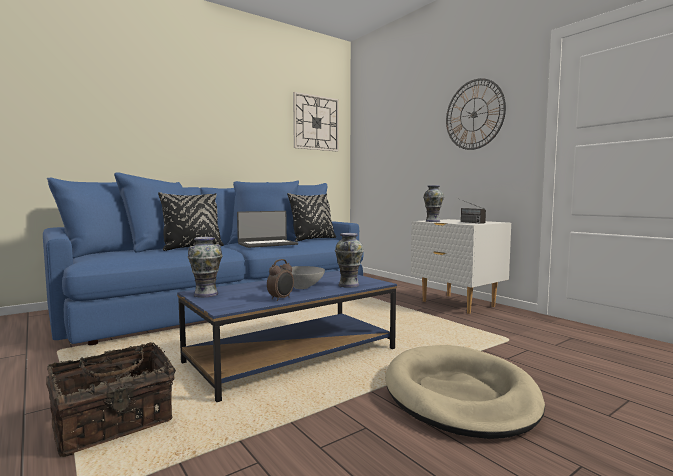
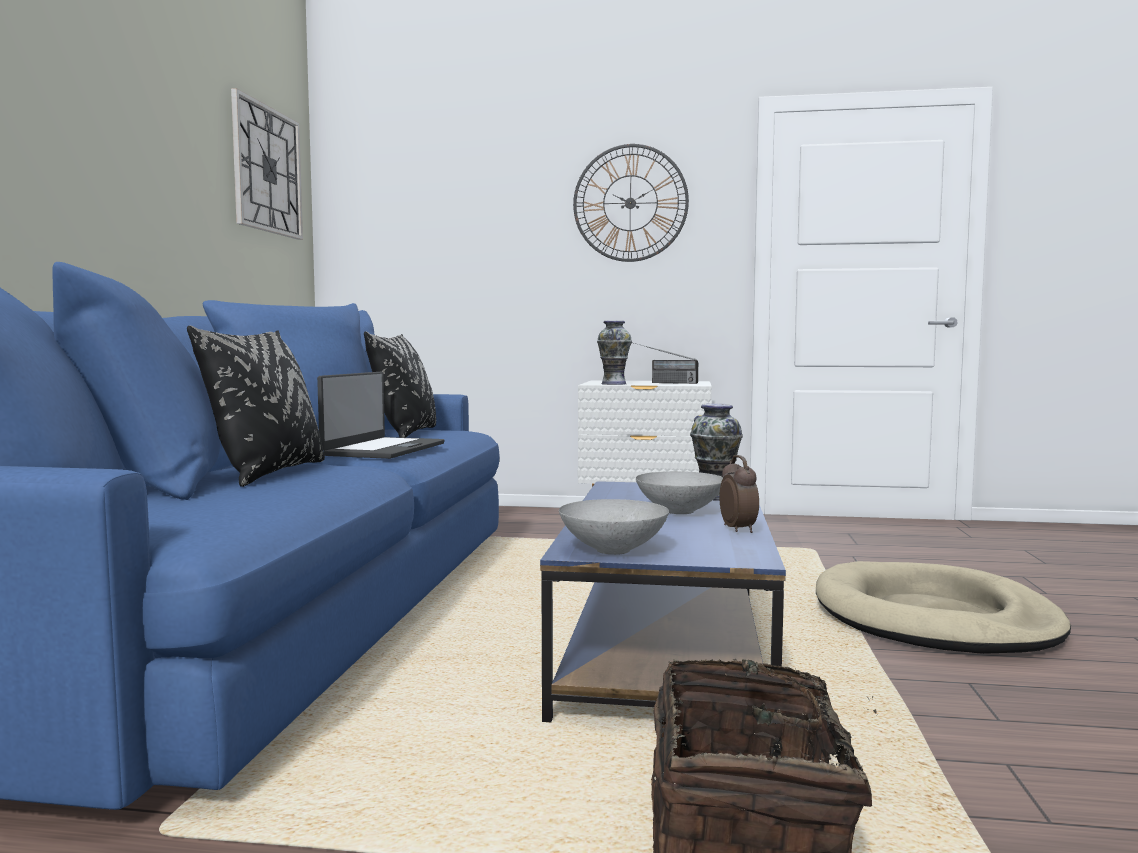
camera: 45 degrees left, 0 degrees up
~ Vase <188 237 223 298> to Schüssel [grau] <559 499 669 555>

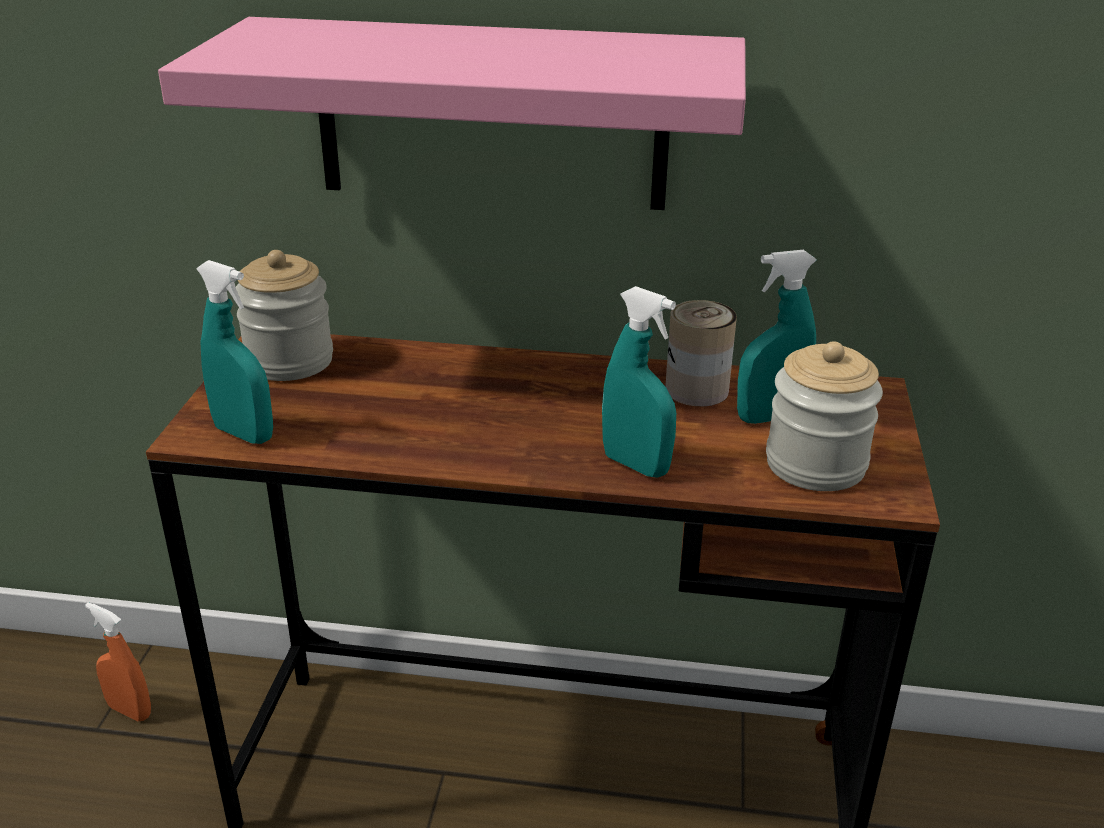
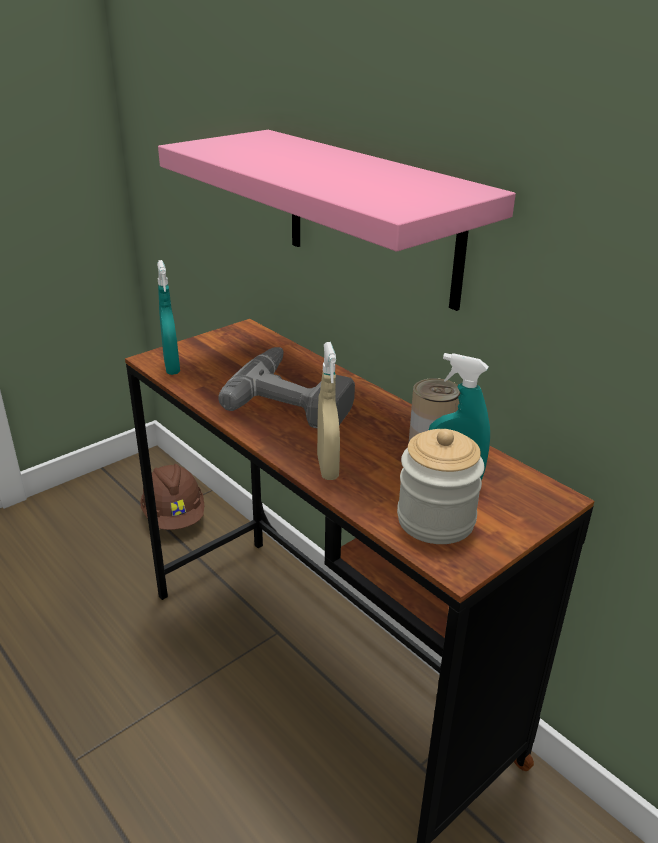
camera: 40 degrees right, 0 degrees up
~ Sprühflasche [orange] <85 602 151 721> to Schutzhelm [braun] <140 464 205 530>
+ Bohrmaschine <218 347 355 429>
~ Sprühflasche [türkis] <602 286 676 478> to Sprühflasche [beige] <317 342 340 480>
- Vorratsglas <236 250 333 381>

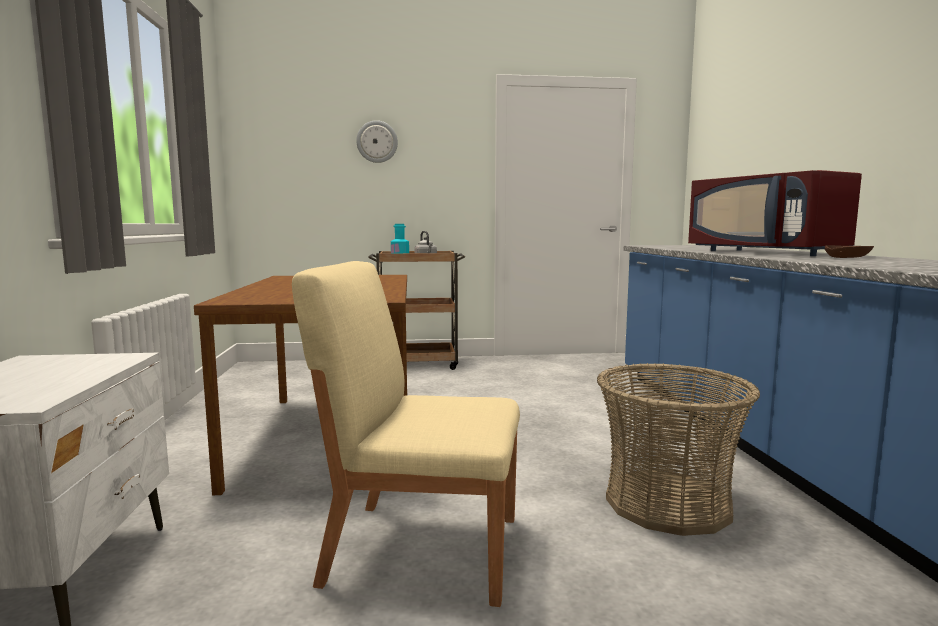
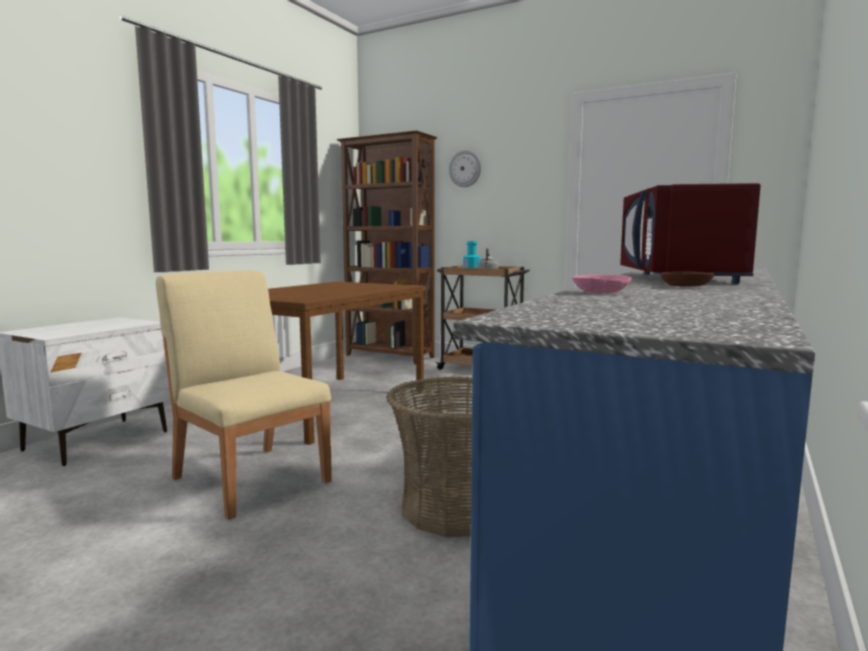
camera: 35 degrees right, 0 degrees up
+ Bücherregal [braun] <337 130 437 364>
+ Schüssel [rosa] <572 274 632 293>

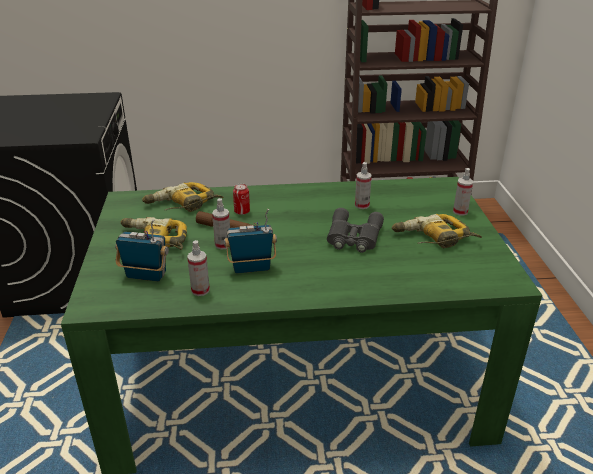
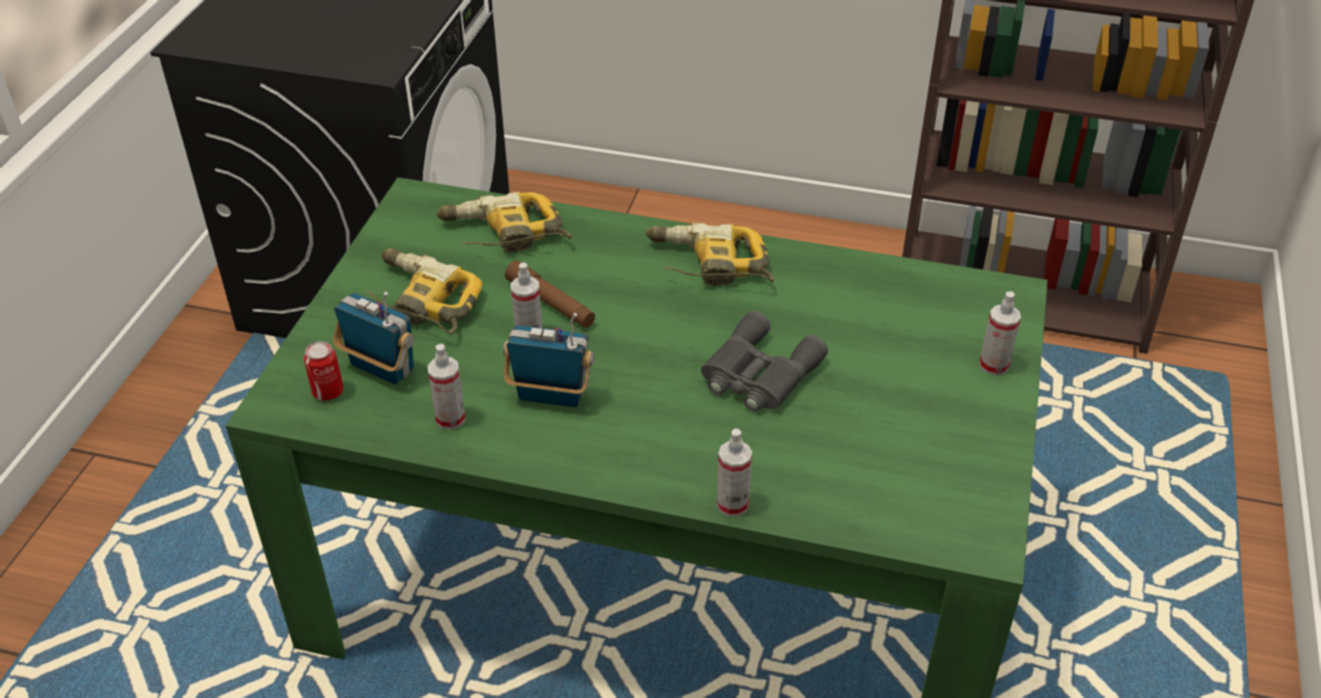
camera: 20 degrees right, 10 degrees up
~ Dose <233 184 250 215> to <304 341 344 401>
~ Bohrmaschine <392 214 482 249> to <646 223 774 286>
~ Sprühflasche <355 162 372 209> to <716 429 752 517>

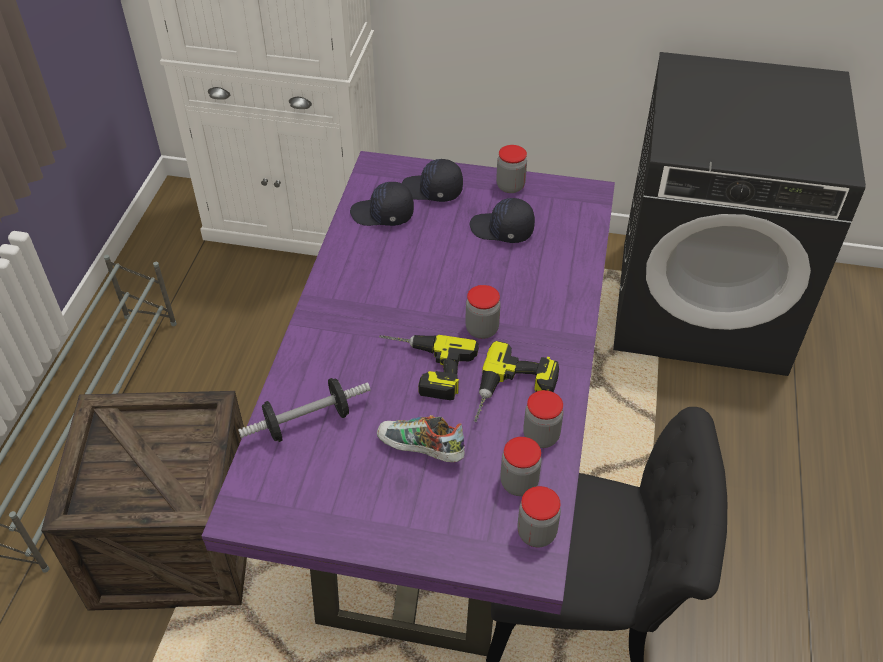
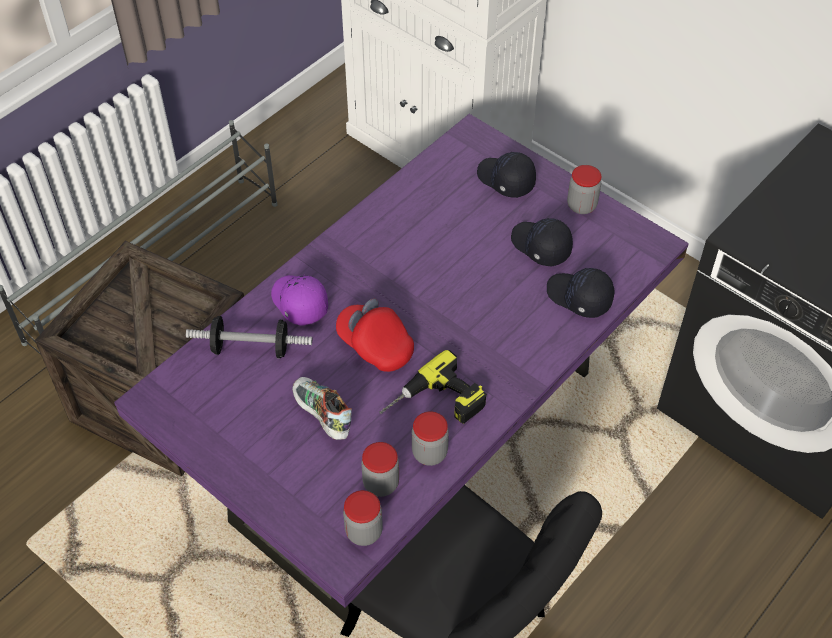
camera: 30 degrees right, 5 degrees up
+ Kappe [lila] <271 275 328 326>
~ Bohrmaschine <379 335 479 400> to Kappe [rot] <336 298 414 372>
~ Kappe [schwarz] <350 182 414 226> to <547 268 614 318>
- Vorratsglas <465 285 501 339>

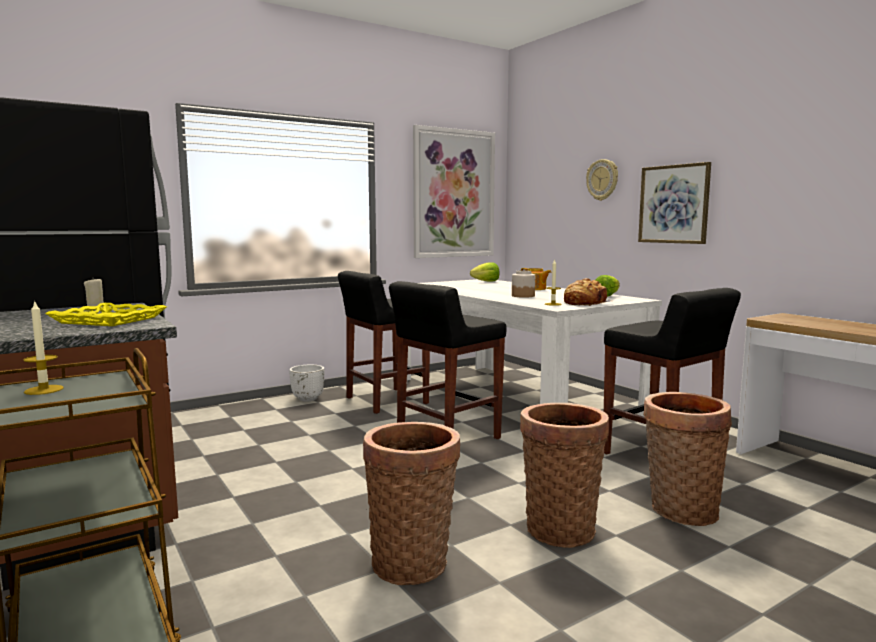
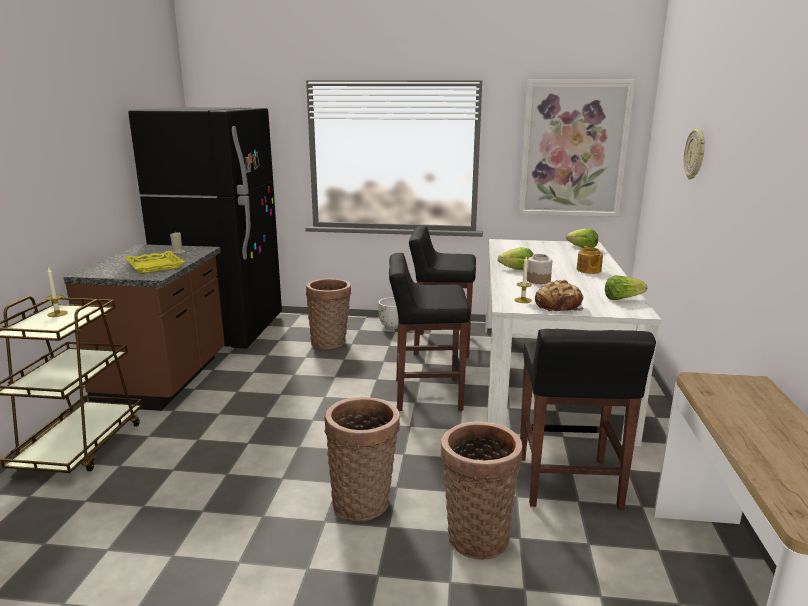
camera: 40 degrees right, 10 degrees up
~ Korb <363 422 460 585> to <306 279 351 349>
+ Salatkopf <498 248 534 270>
- Bild <638 162 711 244>

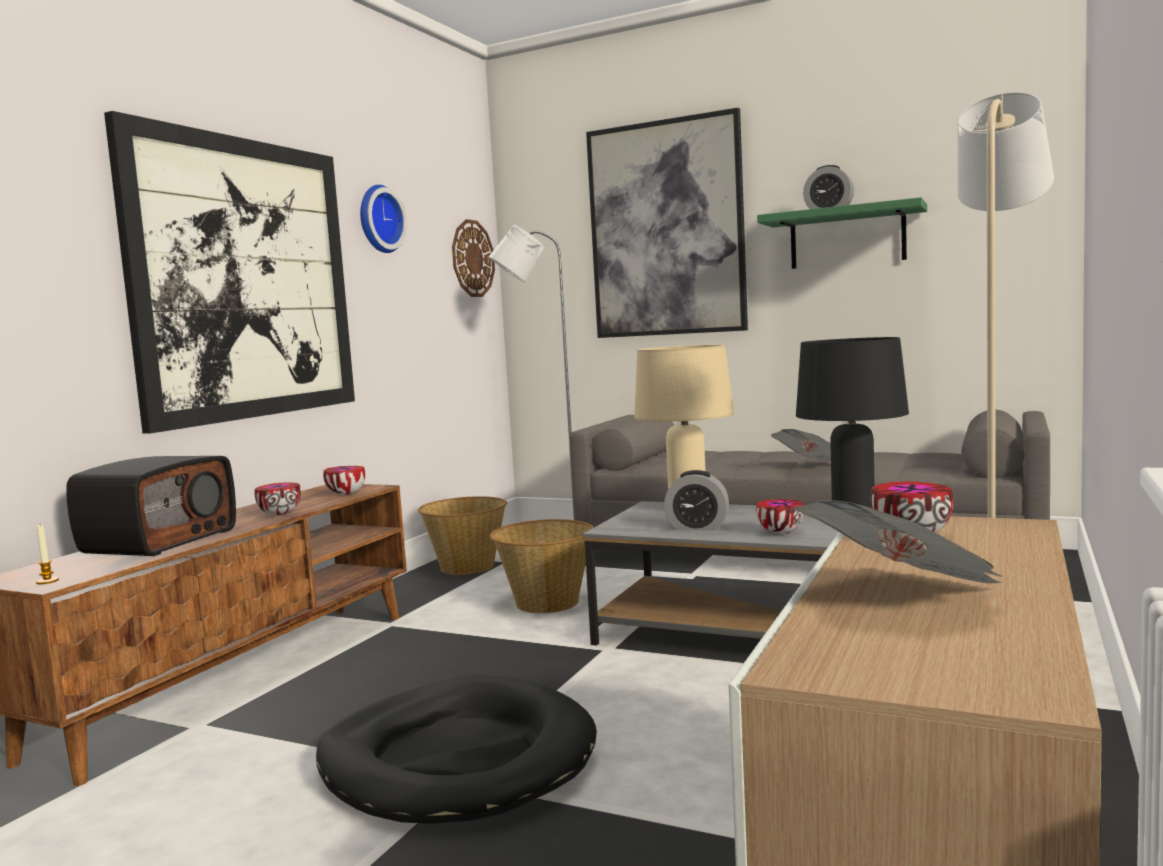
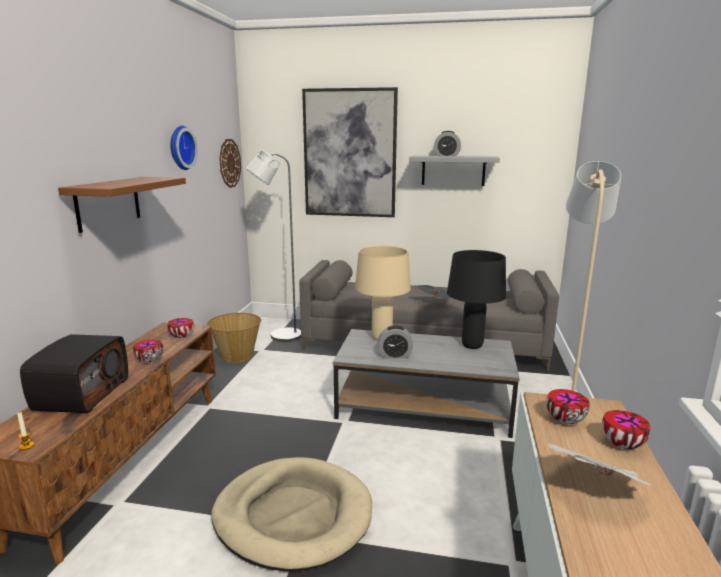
camera: 15 degrees left, 10 degrees up
~ Bild <104 111 355 434> to Wandregal [braun] <58 177 186 233>
~ Hundebett [schwarz] <316 675 597 824> to Hundebett [beige] <211 457 372 571>
~ Wandregal [grün] <757 197 927 269> to Wandregal [grau] <409 156 500 186>
~ Schüssel <756 499 803 533> to <602 410 650 449>
- Korb <490 519 594 613>

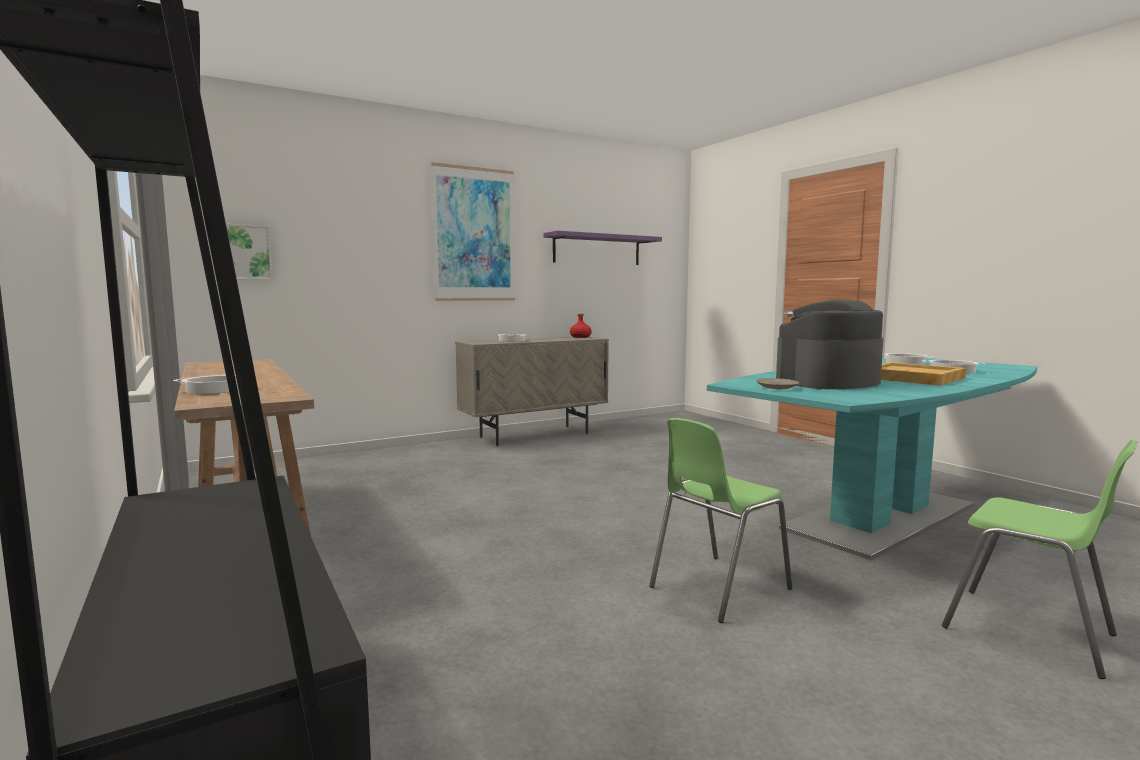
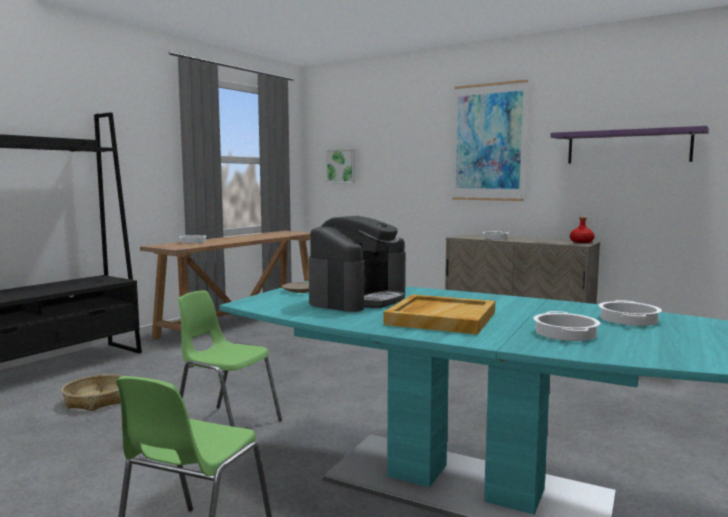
camera: 65 degrees right, 0 degrees up
+ Korb <62 374 121 411>
~ Kaffeemaschine <776 300 883 389> = <309 216 406 312> 90 degrees clockwise

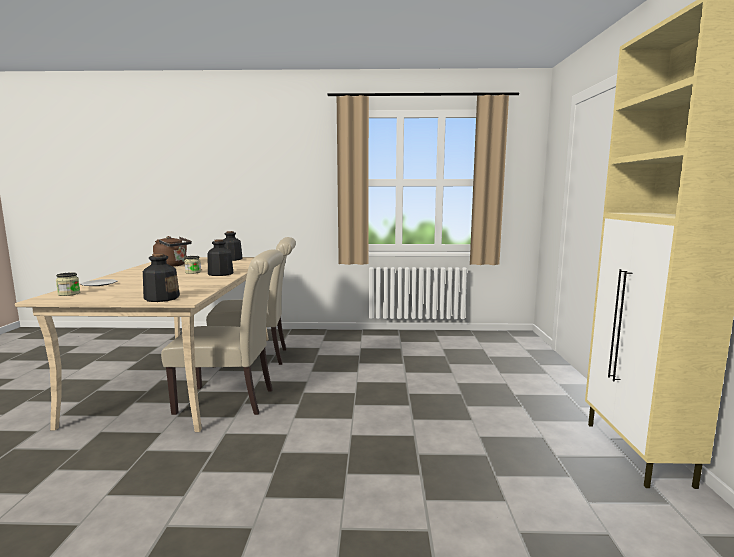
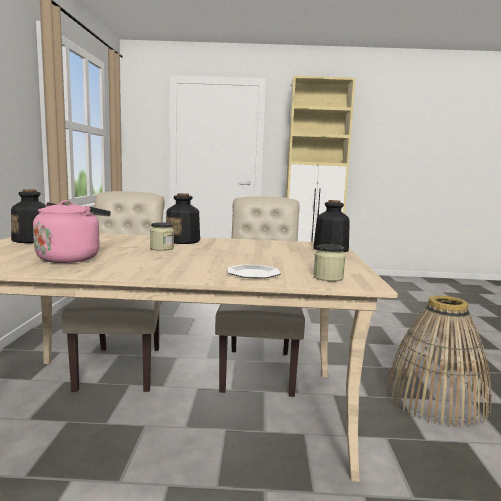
camera: 90 degrees left, 0 degrees up
~ Wasserkessel [braun] <153 236 192 267> to Wasserkessel [rosa] <33 200 111 263>
+ Korb <386 295 491 427>

